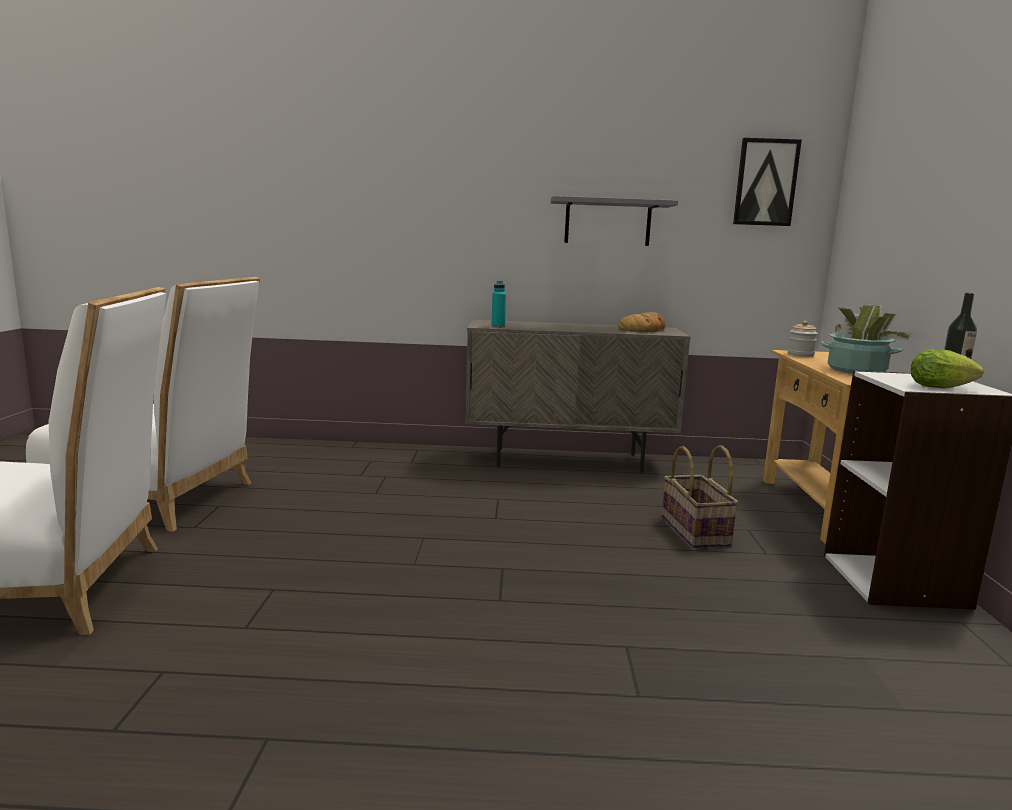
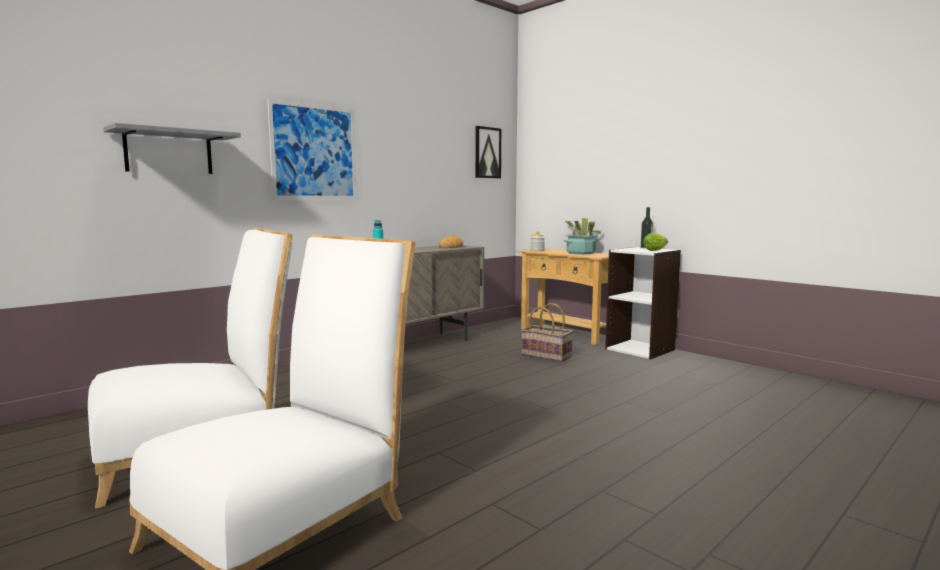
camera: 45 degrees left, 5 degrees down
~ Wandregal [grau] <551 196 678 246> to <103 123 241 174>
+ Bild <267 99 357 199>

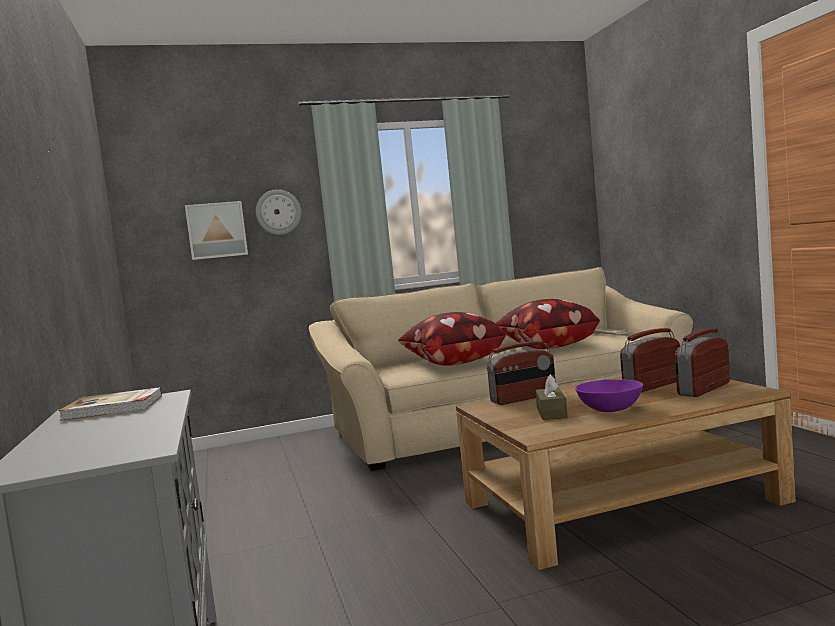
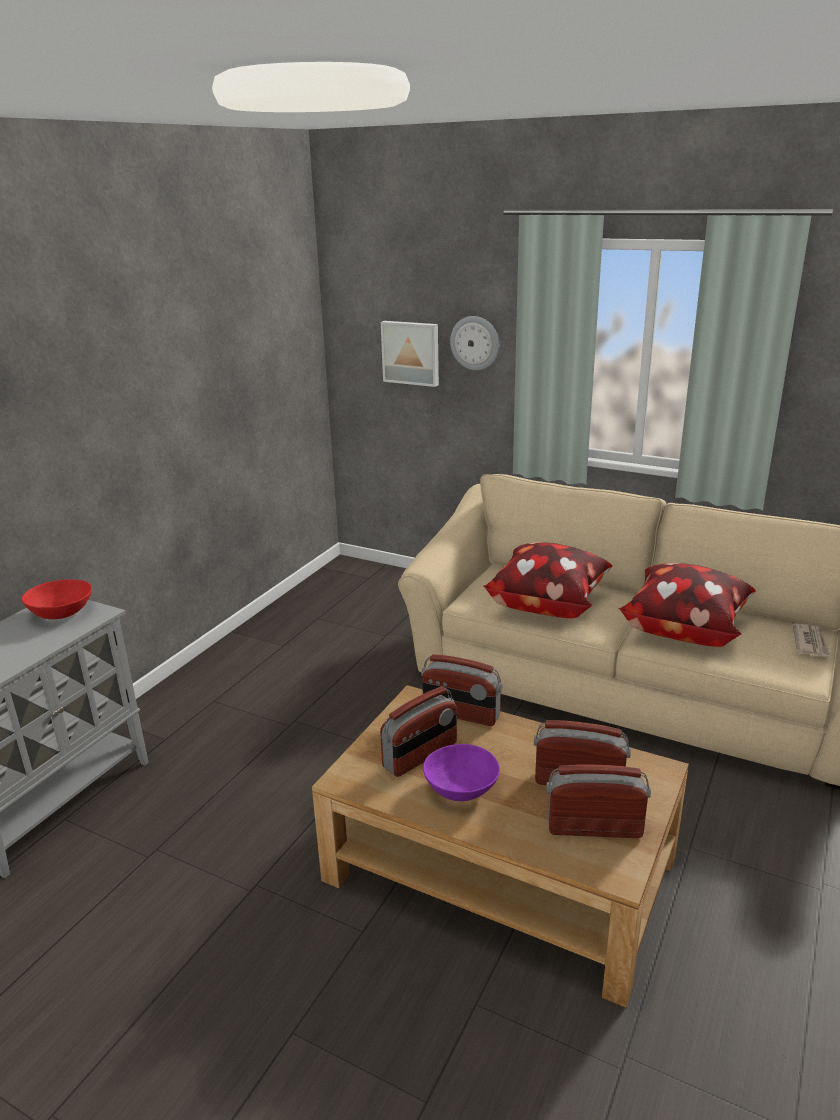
camera: 45 degrees right, 20 degrees up
~ Buch <58 387 162 421> to Schüssel [rot] <22 579 92 619>
~ Taschentuchbox [braun] <535 375 568 420> to Radio <380 686 457 777>

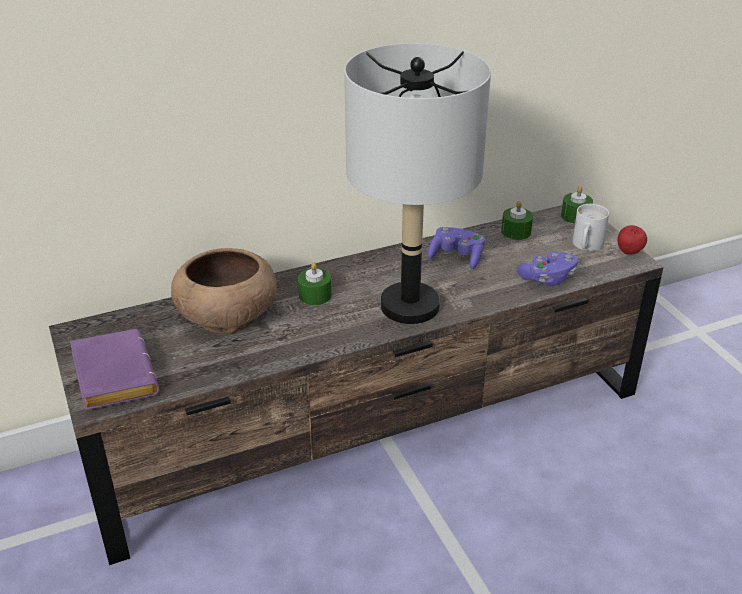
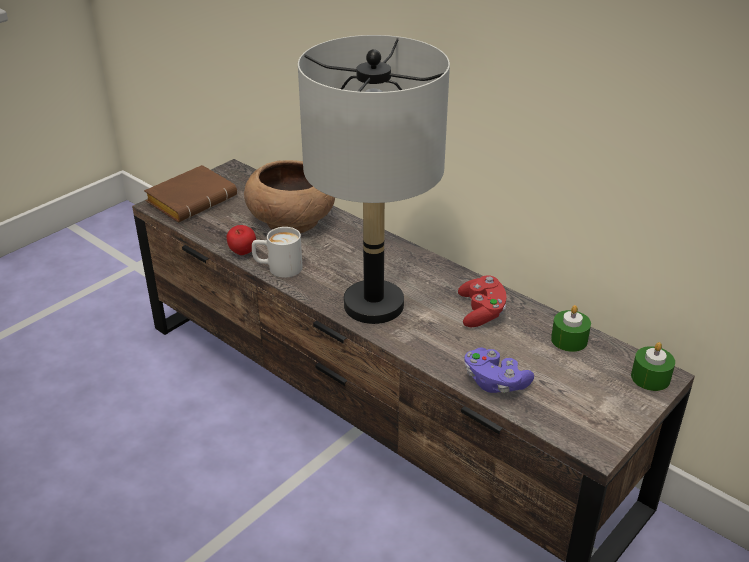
camera: 65 degrees right, 0 degrees up
~ Buch [lila] <70 329 159 410> to Buch [braun] <144 165 237 222>
~ Apfel <618 225 647 255> to <226 225 256 255>
~ Henkelbecher [weiß] <573 204 609 251> to <252 227 302 278>
~ Gamepad [lila] <428 227 485 269> to Gamepad [rot] <458 276 506 327>
- Kerze [grün] <298 262 332 305>

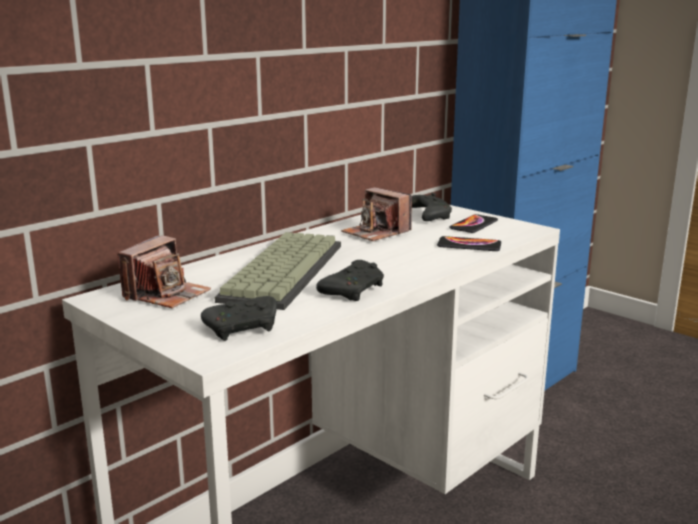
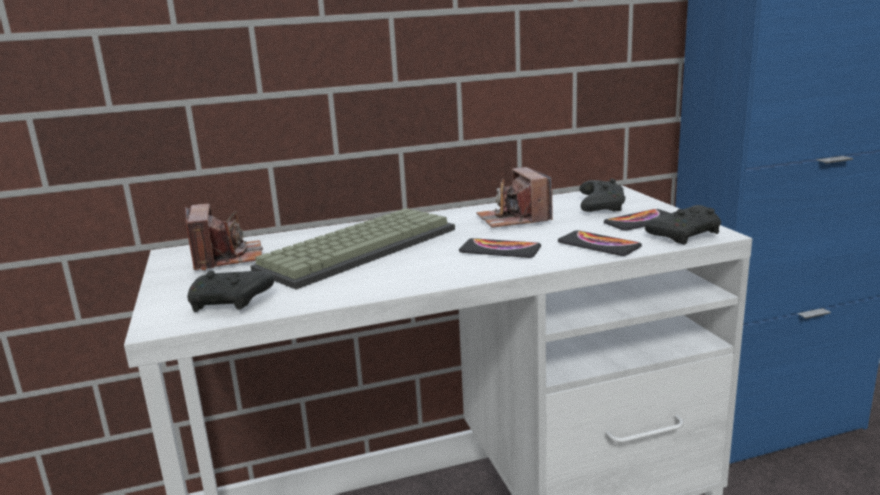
camera: 30 degrees right, 0 degrees up
~ Kamera <117 235 211 308> = <185 204 263 270> 75 degrees counterclockwise
+ Handy <459 238 541 258>
~ Gamepad [schwarz] <316 260 384 301> to <645 205 721 245>

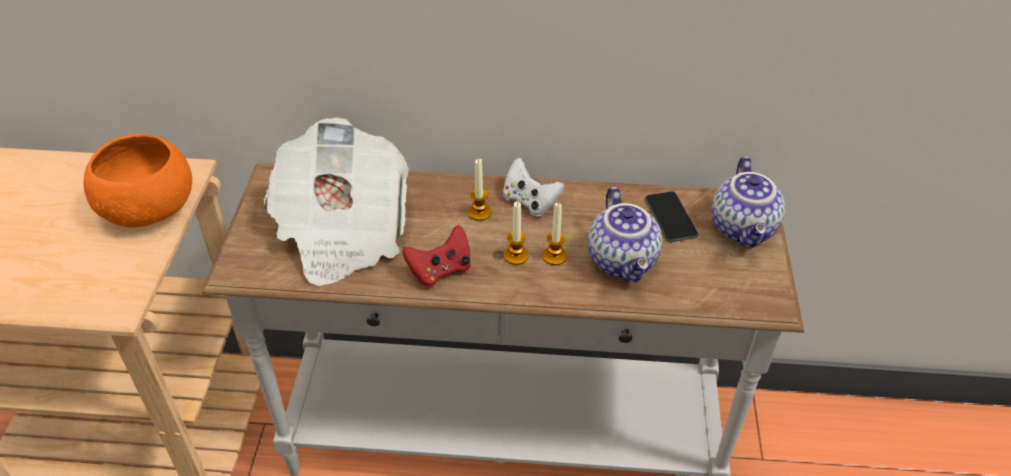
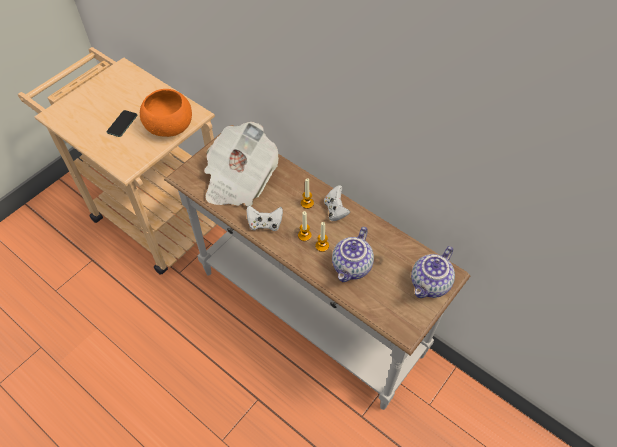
camera: 35 degrees right, 10 degrees up
~ Handy <645 191 698 242> to <107 110 137 137>
~ Gamepad [rot] <402 225 471 287> to Gamepad [weiß] <247 205 283 231>

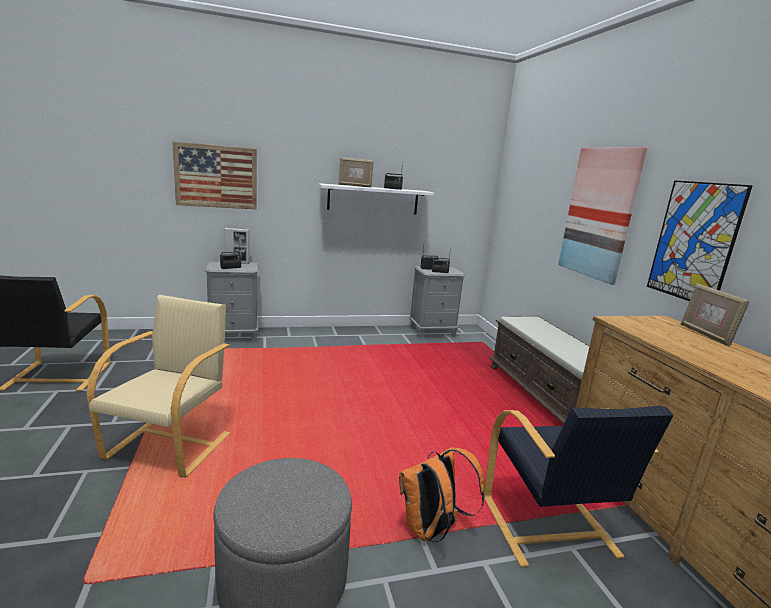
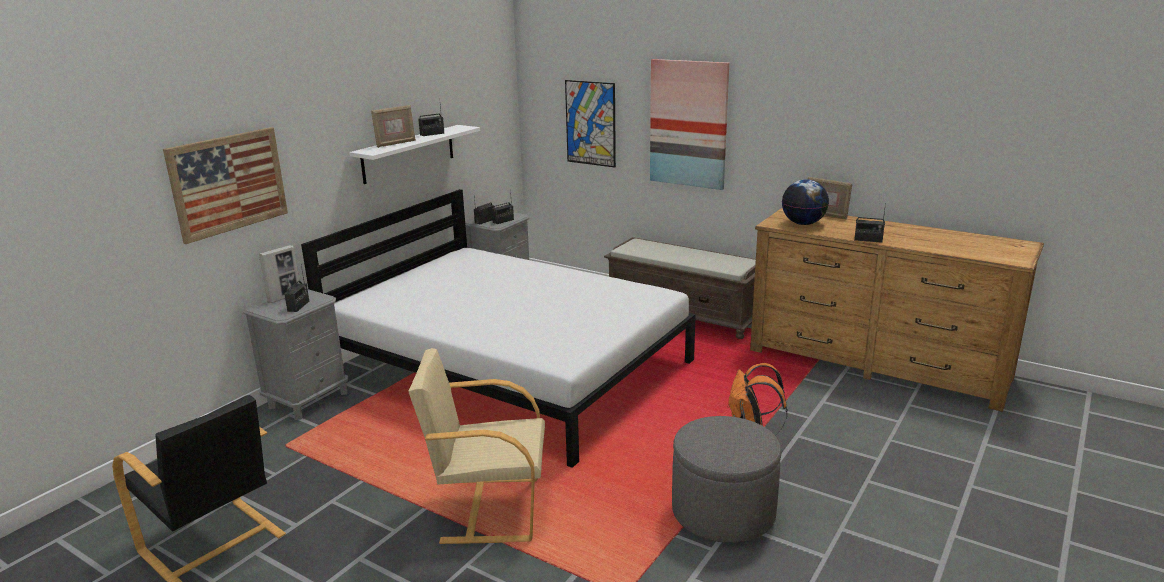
camera: 40 degrees left, 5 degrees up
+ Bett [weiß] <301 189 696 468>
~ Sessel [beige] <87 295 230 478> = <408 348 545 544> 60 degrees counterclockwise
~ Bild <647 180 753 301> to <565 80 616 168>
+ Globus <782 179 829 225>
+ Radio <854 203 886 243>
- Sessel [schwarz] <484 406 674 567>

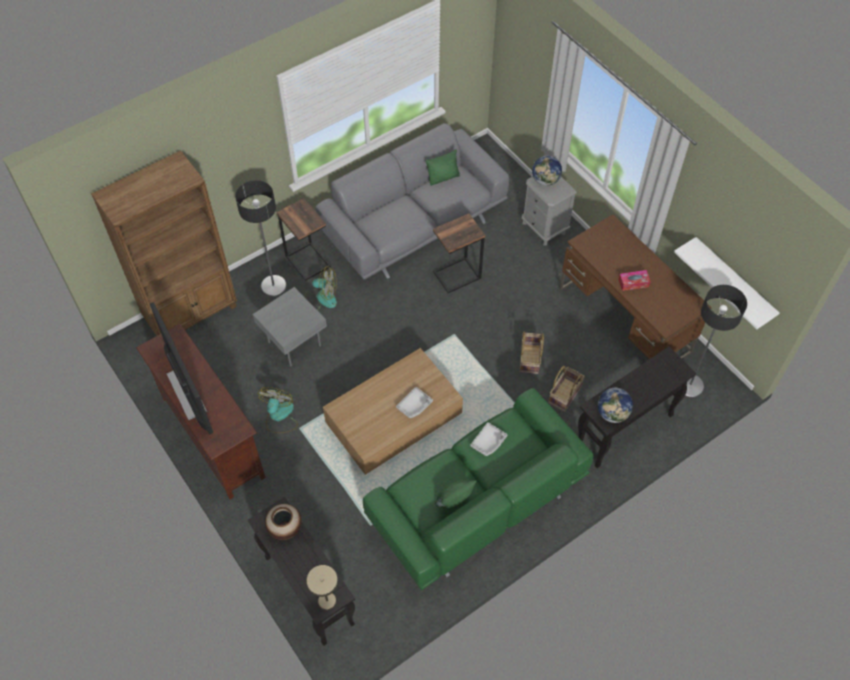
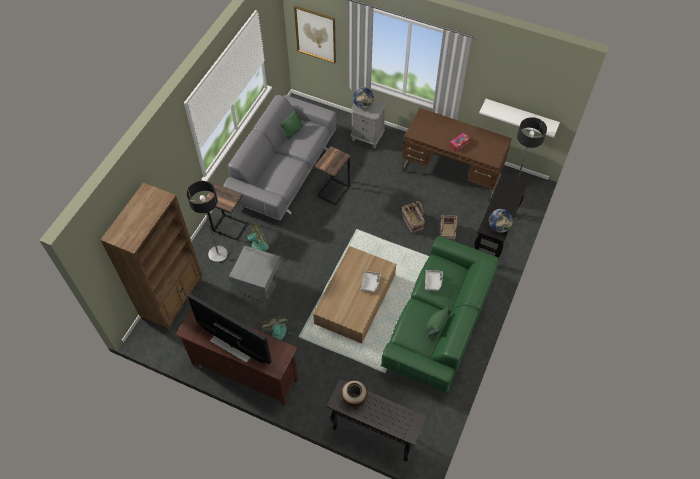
camera: 30 degrees left, 0 degrees up
+ Bild <294 6 336 63>
- Tischlampe [beige] <307 565 338 610>

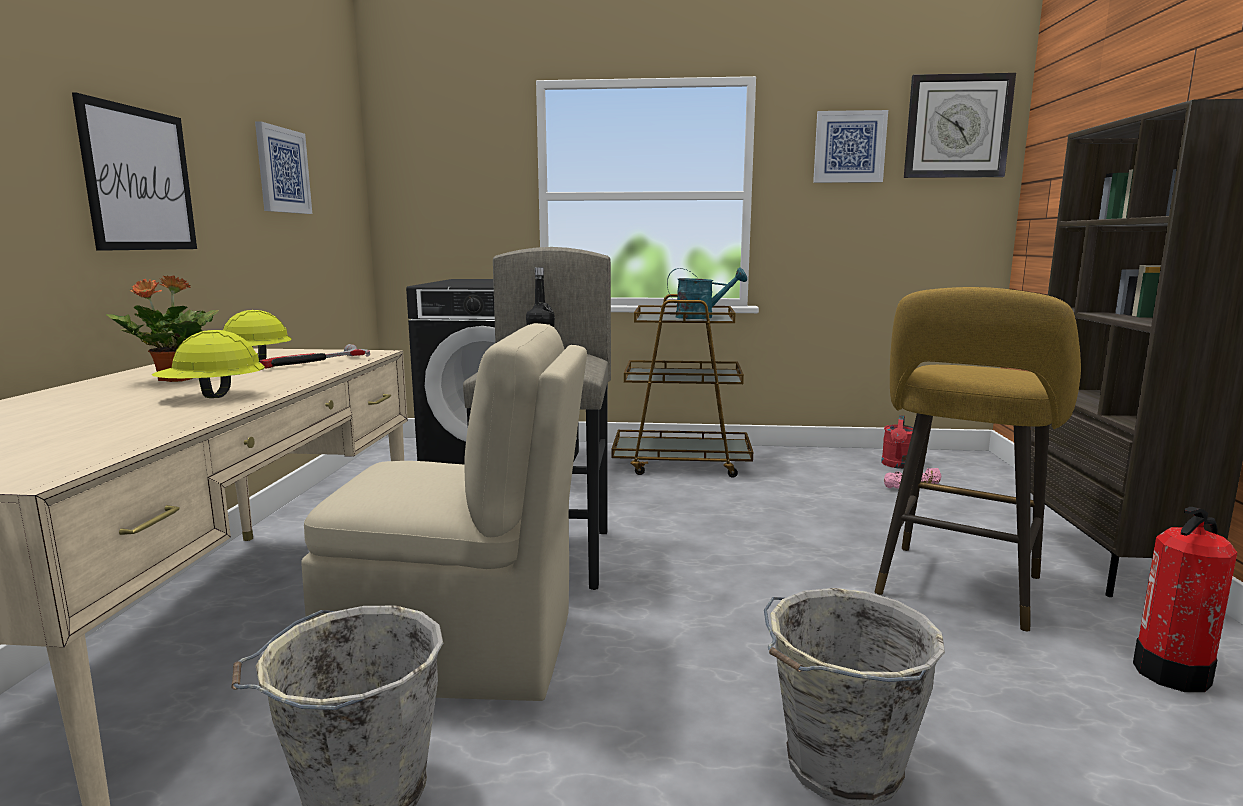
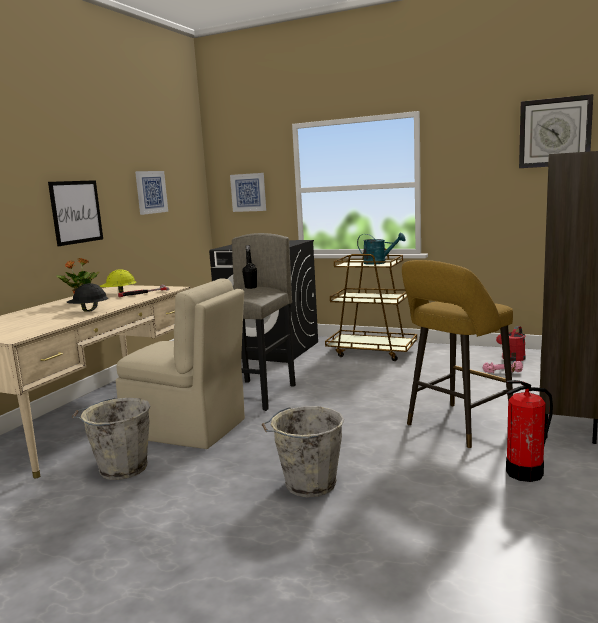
camera: 20 degrees right, 0 degrees up
~ Schutzhelm [gelb] <152 330 265 398> to Schutzhelm [schwarz] <66 283 108 312>
~ Bild <813 110 888 183> to <230 173 266 212>

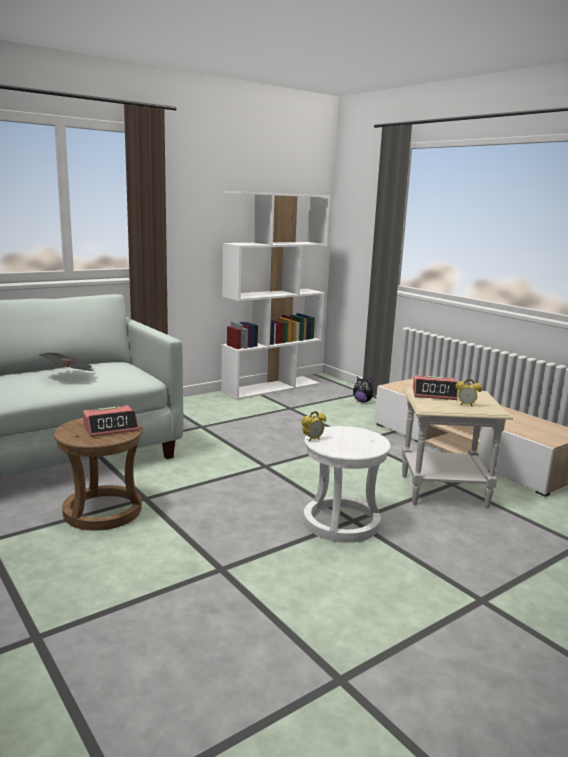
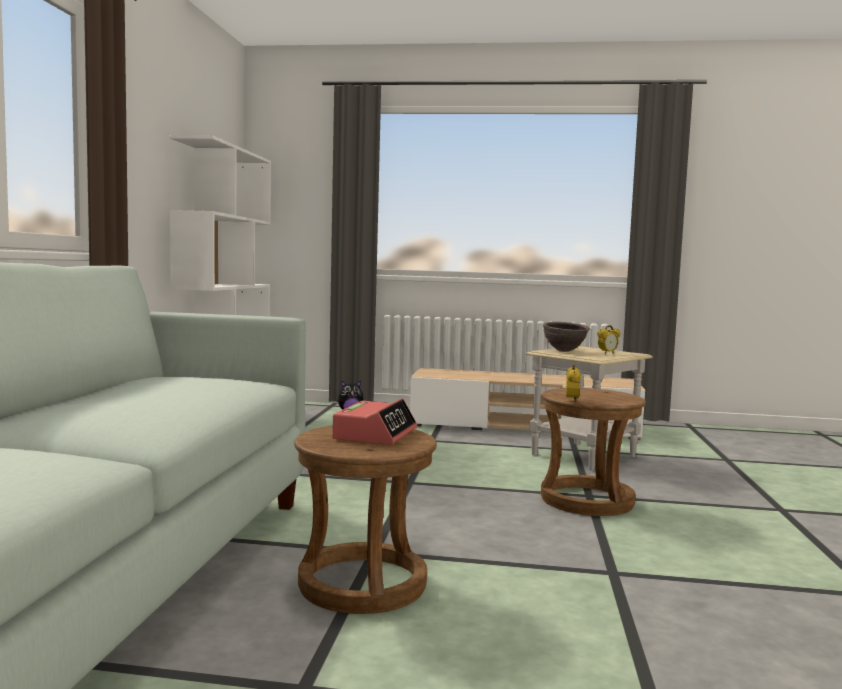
camera: 45 degrees left, 10 degrees down
~ Hocker [weiß] <303 426 391 543> to Hocker [braun] <541 388 646 516>
~ Wecker <413 375 458 400> to Schüssel [braun] <543 322 590 352>
- Zeitung <39 353 95 371>

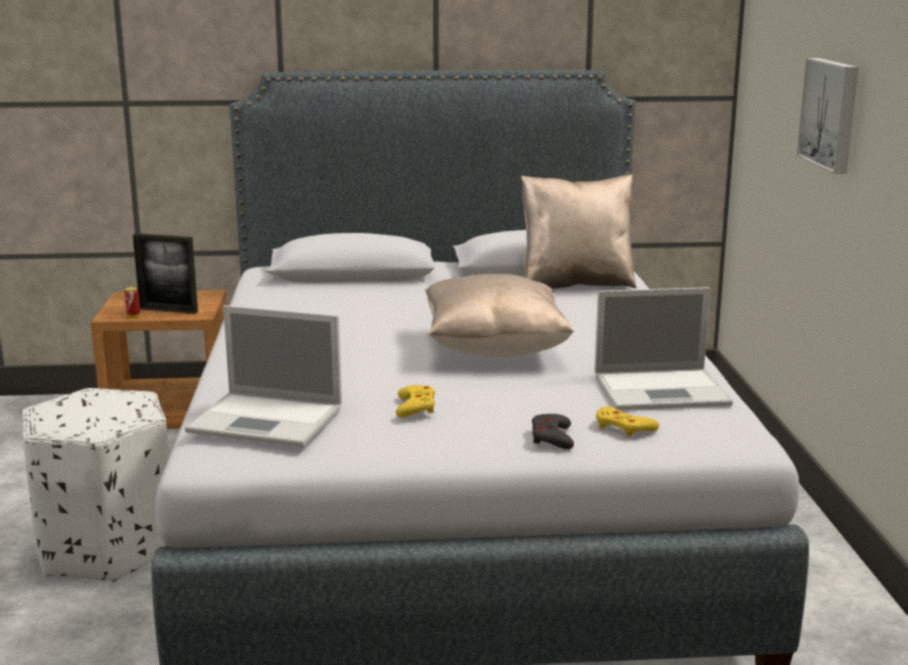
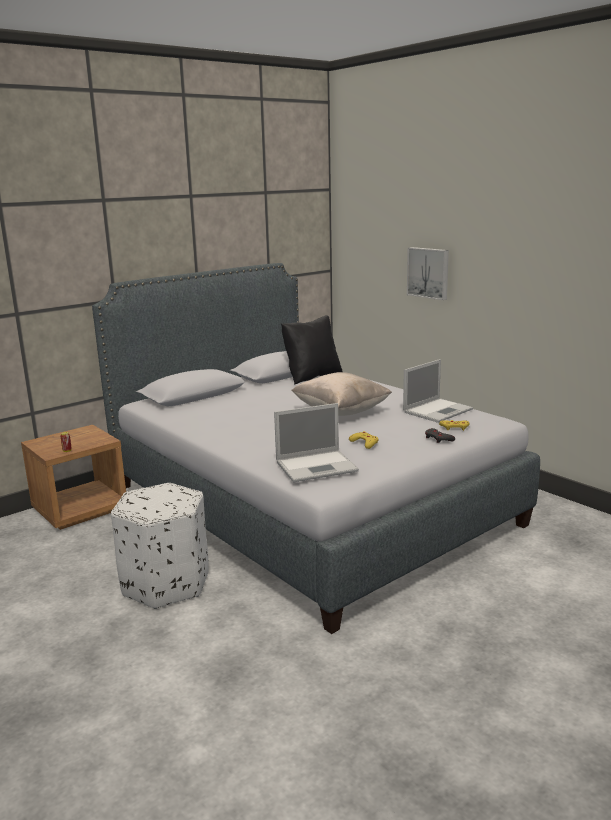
camera: 35 degrees left, 0 degrees up
~ Kissen [beige] <521 175 637 288> to Kissen [schwarz] <281 315 342 385>
- Bilderrahmen <133 233 198 314>

